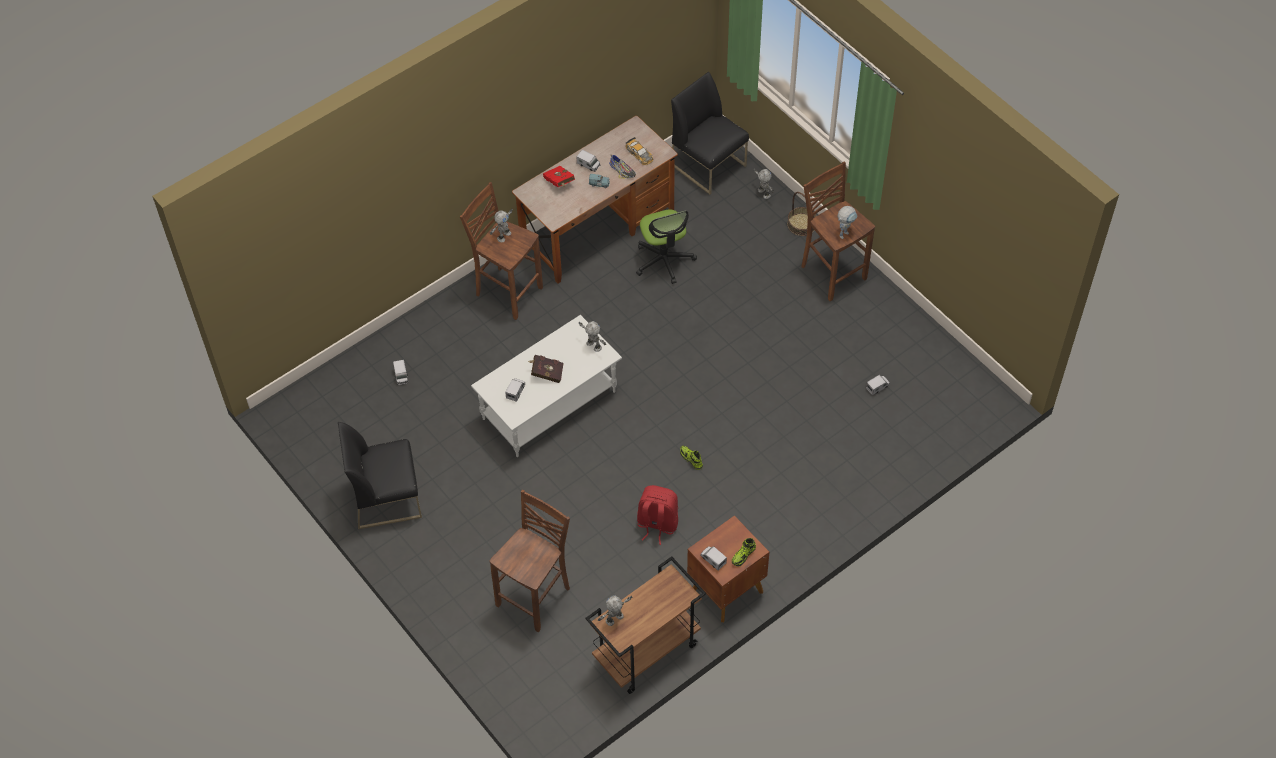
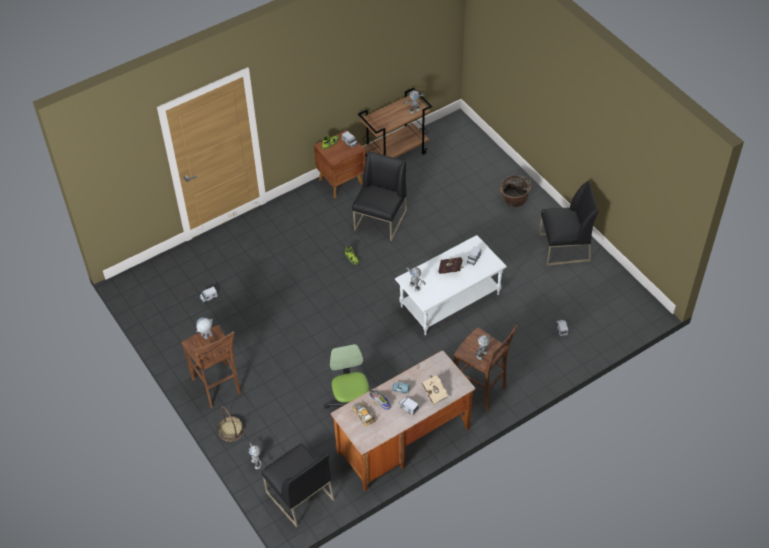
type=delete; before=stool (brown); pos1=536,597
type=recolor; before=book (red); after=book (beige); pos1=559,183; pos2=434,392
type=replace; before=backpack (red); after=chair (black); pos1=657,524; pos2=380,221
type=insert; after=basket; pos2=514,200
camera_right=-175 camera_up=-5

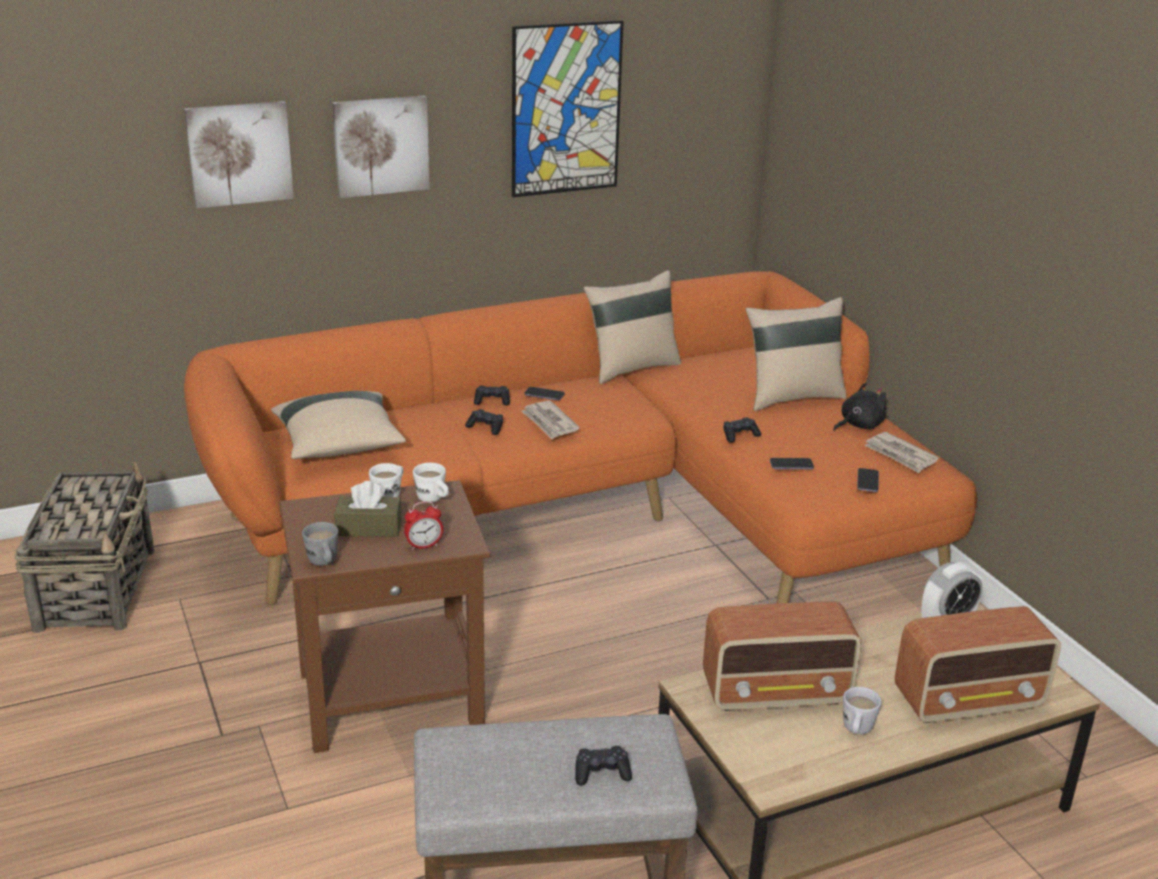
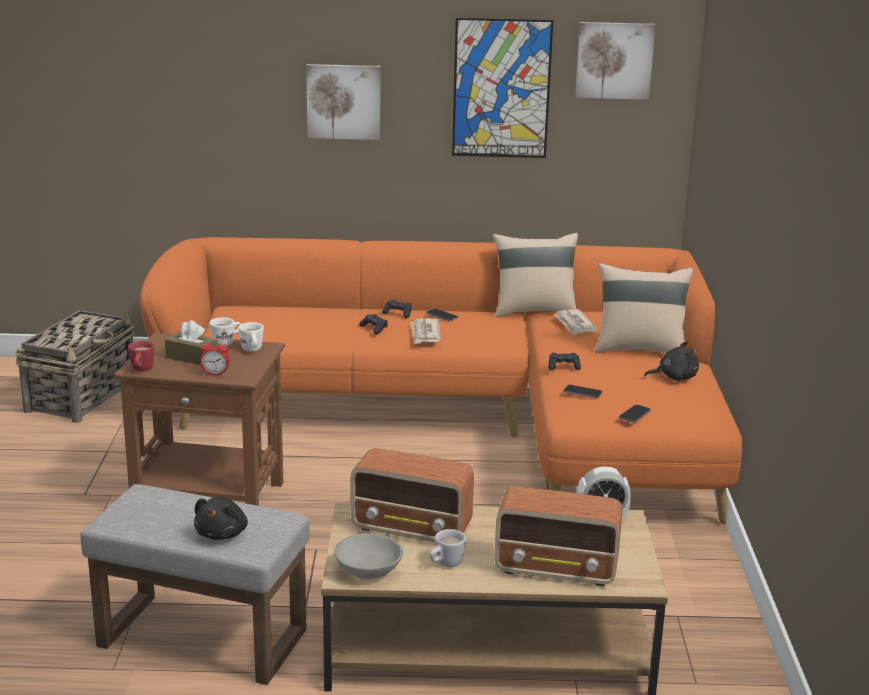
type=move; before=picture; pos1=239,153; pos2=614,60
type=delete; before=pillow (beige); pos1=339,446
type=recolor; before=mug (grey); after=mug (red); pos1=324,563; pos2=141,370
type=replace; before=game controller (black); after=plush toy (black); pos1=601,773; pos2=222,533
type=move; before=newspaper; pos1=900,455; pos2=575,324
type=insert; after=bowl (grey); pos2=368,571
camera_right=25 camera_up=-5

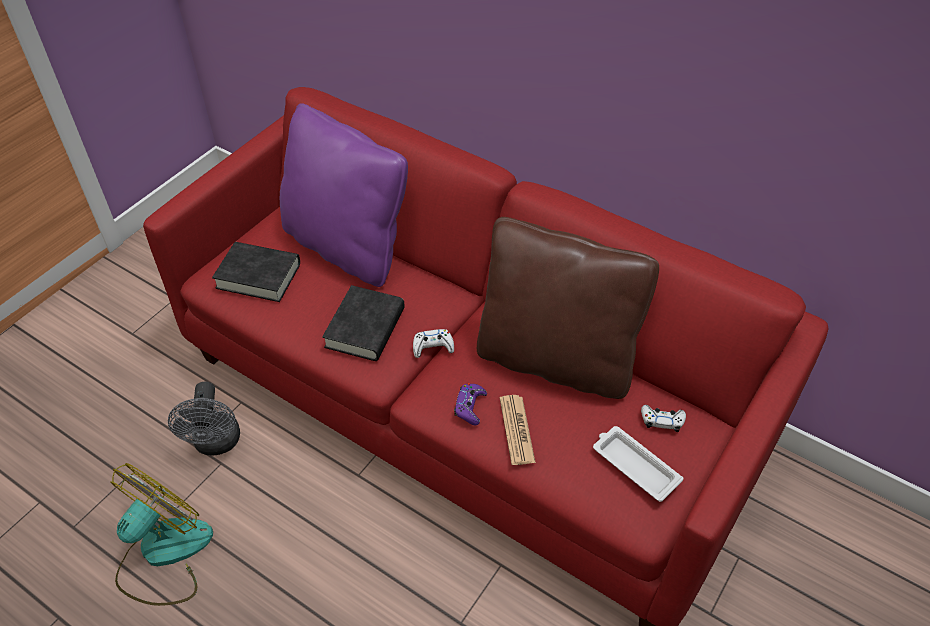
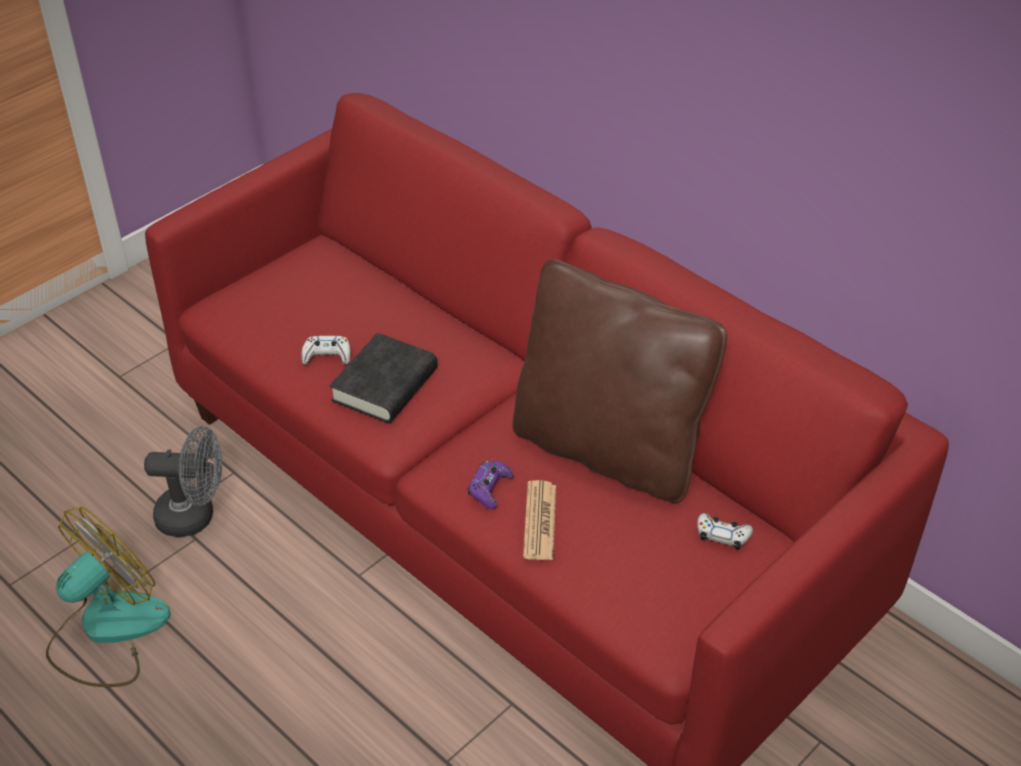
type=rotate; before=fan (grey); pos1=217,444; pos2=195,516; turn=-90
type=delete; before=book (black); pos1=258,276
type=delete; before=pillow (purple); pos1=347,246
type=move; before=game controller (white); pos1=433,347; pos2=327,355
type=delete; before=tray (white); pos1=634,465
camera_right=10 camera_up=-5

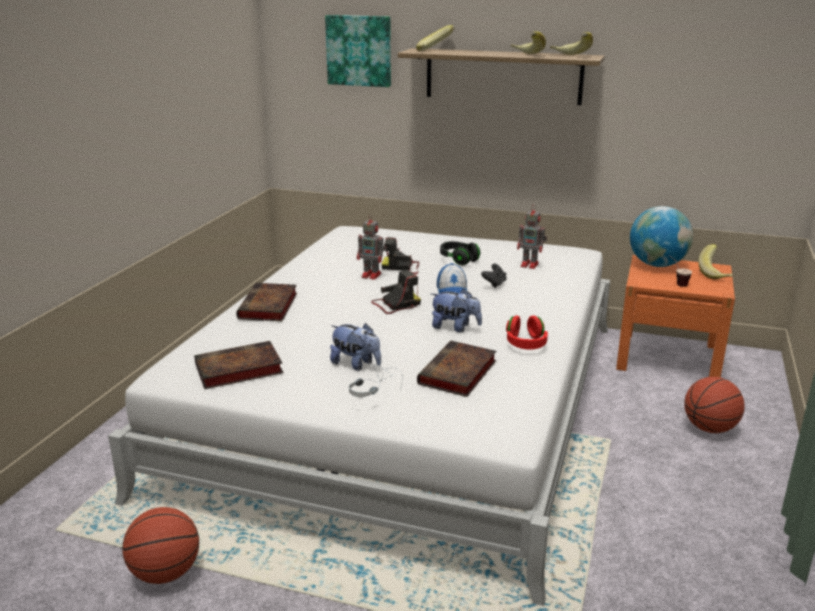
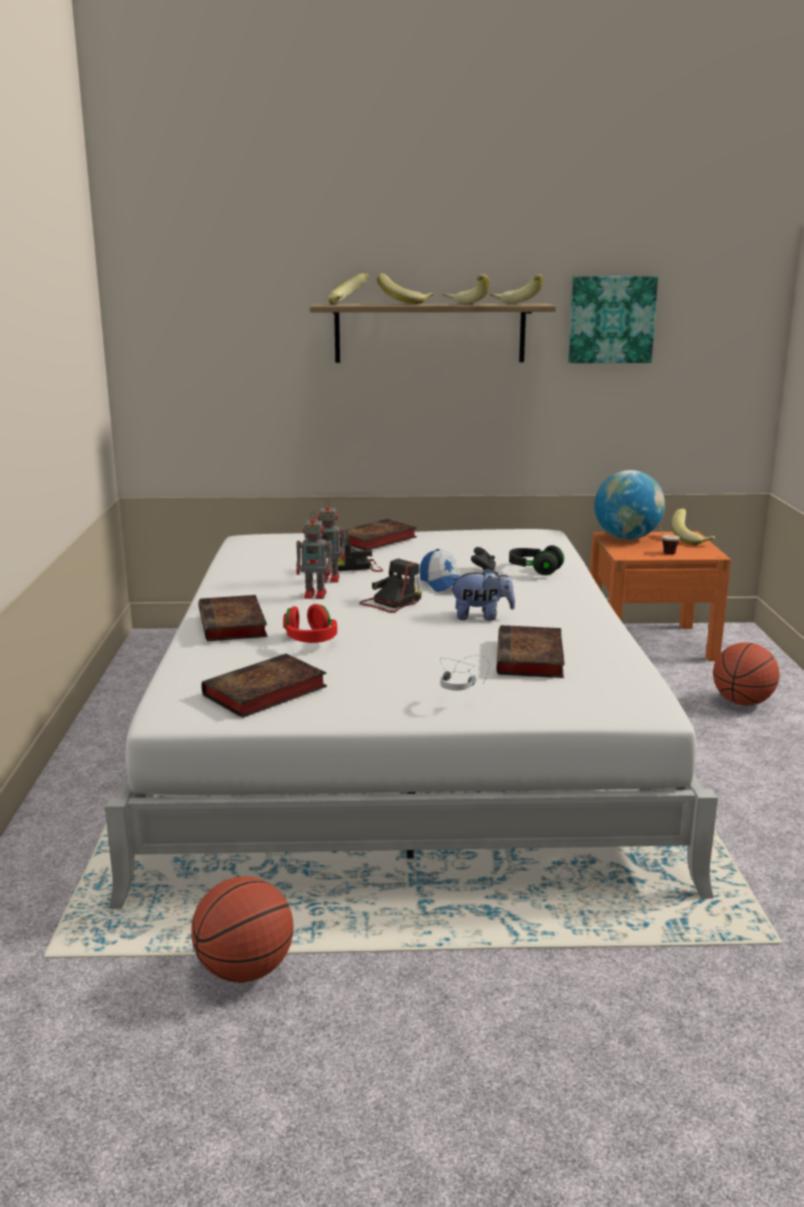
type=move; before=picture; pos1=359,50; pos2=611,319
type=delete; before=plush toy; pos1=356,364
type=move; before=headphones (black); pos1=458,260; pos2=534,570
type=move; before=headphones (red); pos1=525,344; pos2=310,640
type=move; before=toy robot; pos1=530,265; pos2=316,595
type=insert; after=book; pos2=375,540
type=insert; after=banana; pos2=405,303
camera_right=-20 camera_up=-5

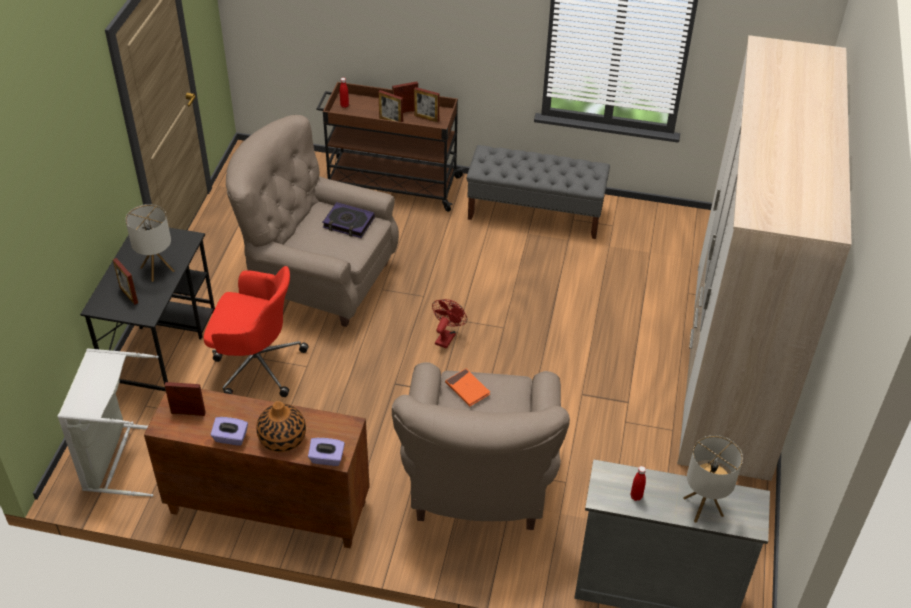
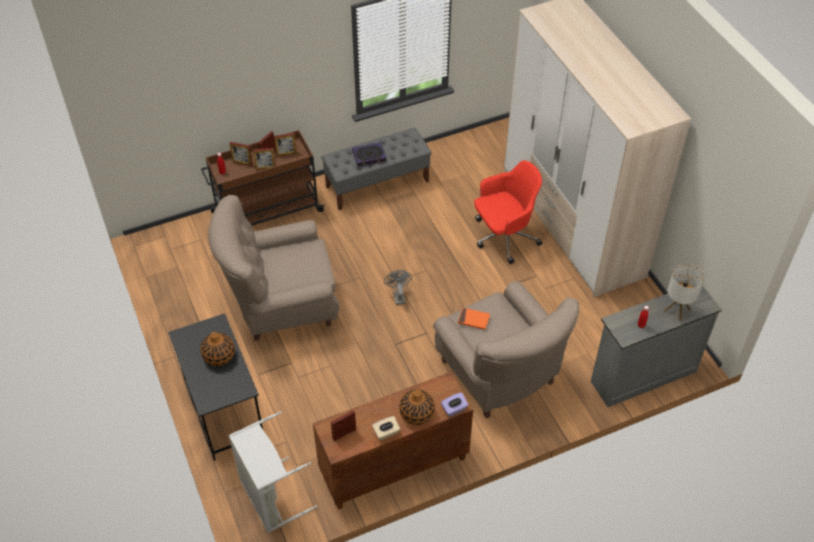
type=move; before=picture frame; pos1=129,295; pos2=242,163
type=replace; before=table lamp; after=vase; pos1=157,269; pos2=219,355
type=move; before=office chair (red); pos1=256,364; pos2=504,237
type=recolor; before=tissue box (purple); after=tissue box (beige); pos1=230,438; pos2=386,433
type=move; before=book; pos1=348,223; pos2=369,157
type=recolor; before=fan (red); after=fan (grey); pos1=446,336; pos2=398,296
camera_right=-35 camera_up=5

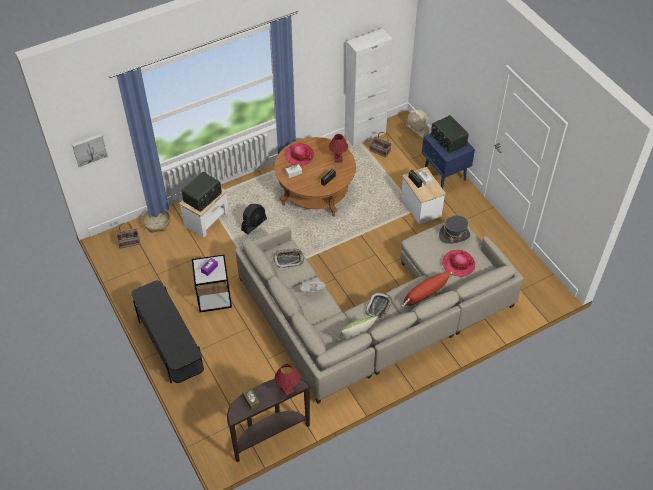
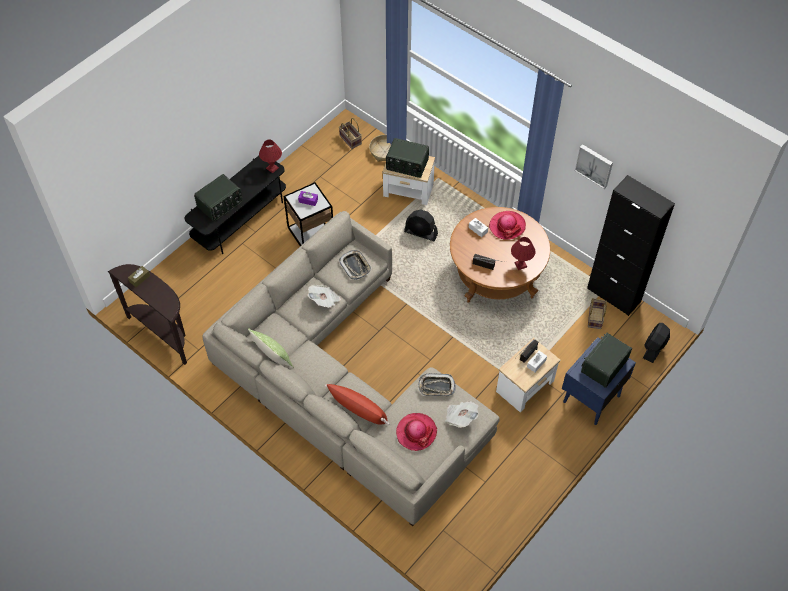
type=move; before=picture; pos1=89,149; pos2=594,165
type=move; before=table lamp (red); pos1=287,390; pos2=272,168
type=recolor; before=cabinet (white); after=cabinet (black); pos1=365,135; pos2=613,295
type=move; before=tray; pos1=378,307; pos2=436,387
type=recolor; before=fan (beige); after=fan (black); pos1=417,130; pos2=654,348
type=replace; before=hat (grey); after=newspaper; pos1=454,235; pos2=460,417
type=insert; after=radio; pos2=220,204
camera_right=70 camera_up=5

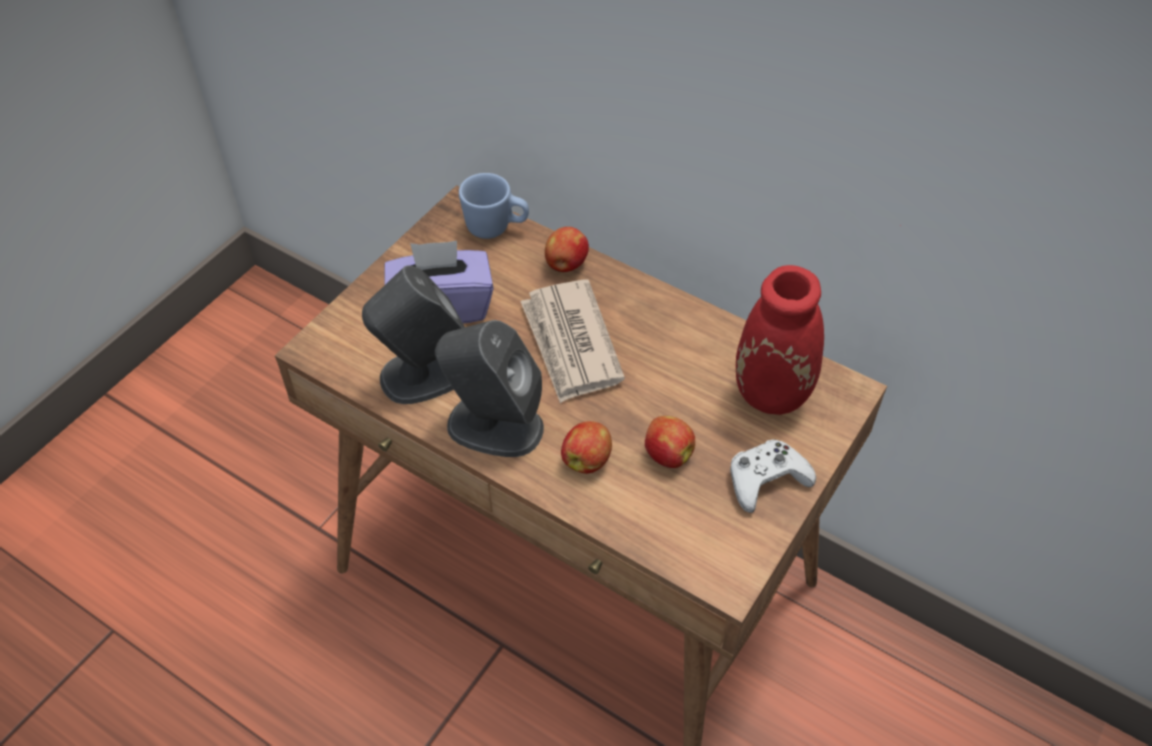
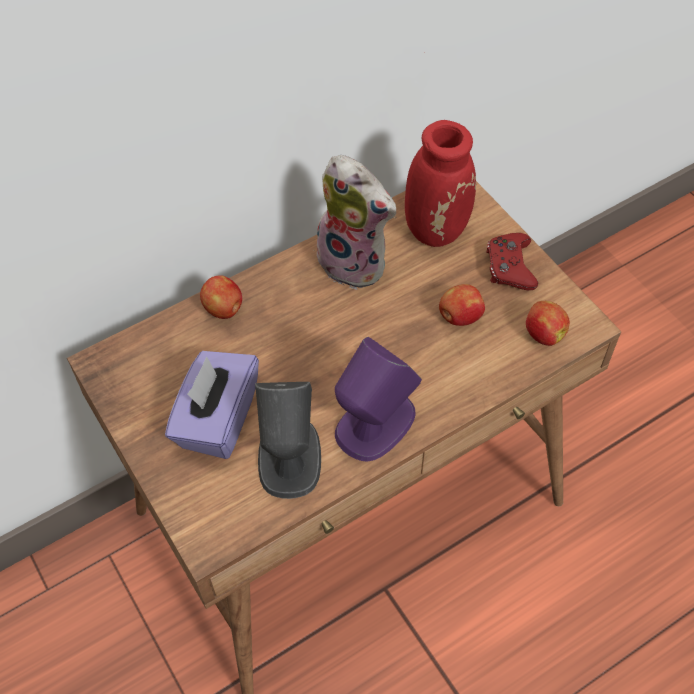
type=recolor; before=speaker (grey); after=speaker (purple); pos1=493,426; pos2=374,424
type=delete; before=mug (blue); pos1=496,228
type=delete; before=newspaper; pos1=571,344
type=move; before=apple; pos1=587,460; pos2=543,333
type=recolor; before=game controller (white); after=game controller (red); pos1=766,480; pos2=510,267
type=insert; after=plush toy; pos2=356,262
camera_right=-65 camera_up=5

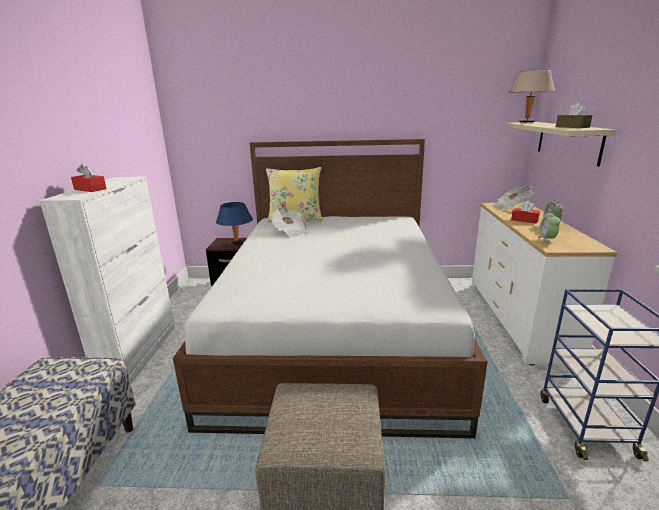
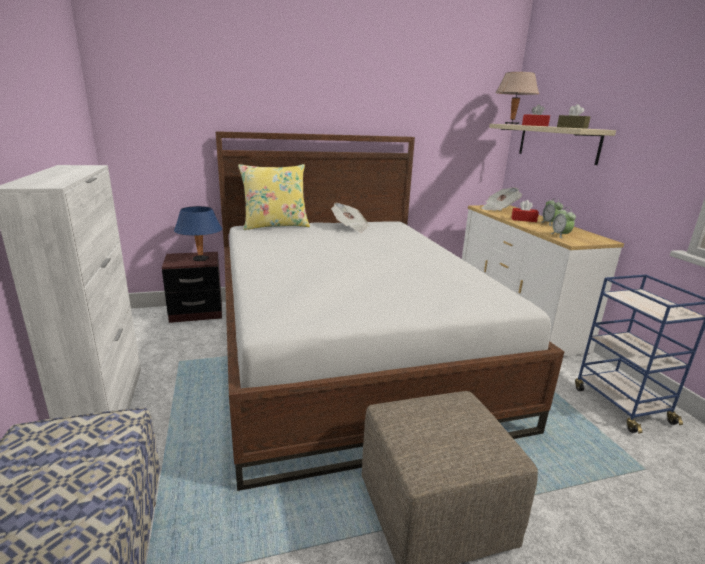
type=move; before=tissue box (red); pos1=90,189; pos2=534,125
type=move; before=newspaper; pos1=289,232; pos2=350,228
camera_right=-20 camera_up=0

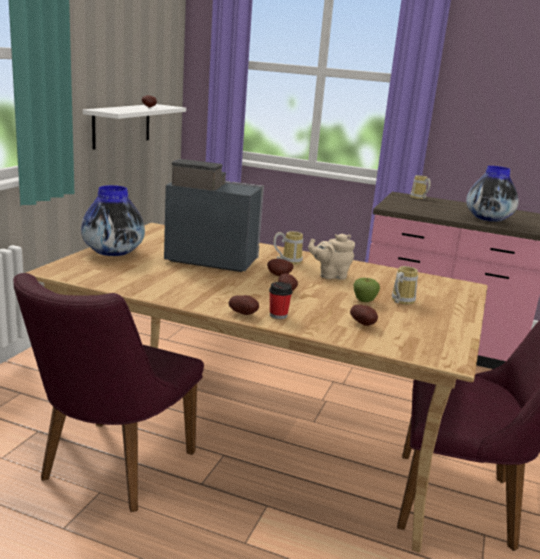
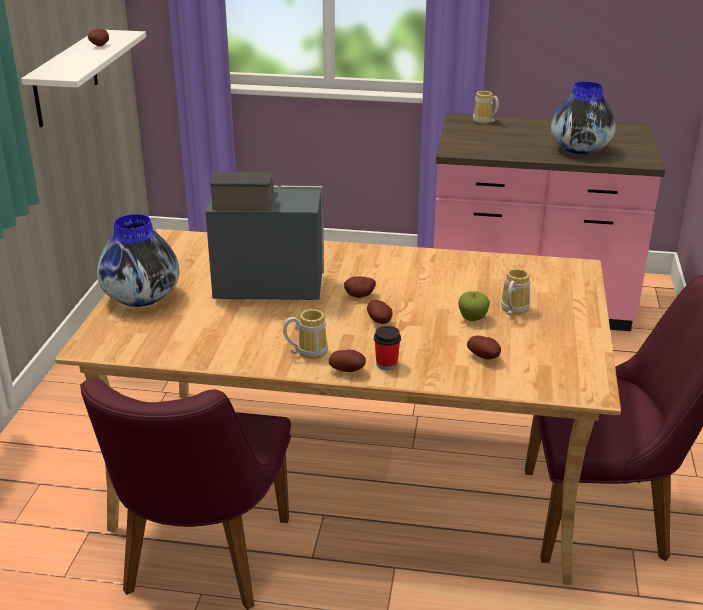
type=move; before=mug; pos1=288,261; pos2=307,351
type=delete; before=teapot (beige); pos1=330,275
camera_right=-10 camera_up=10

